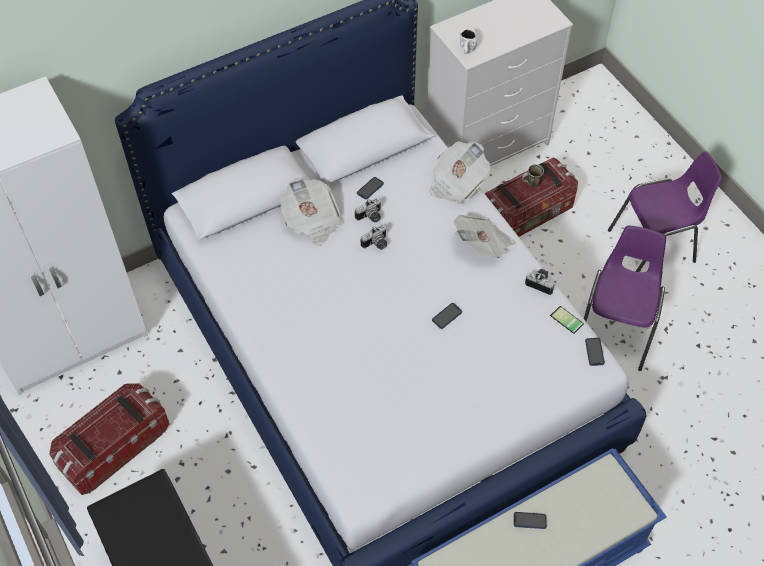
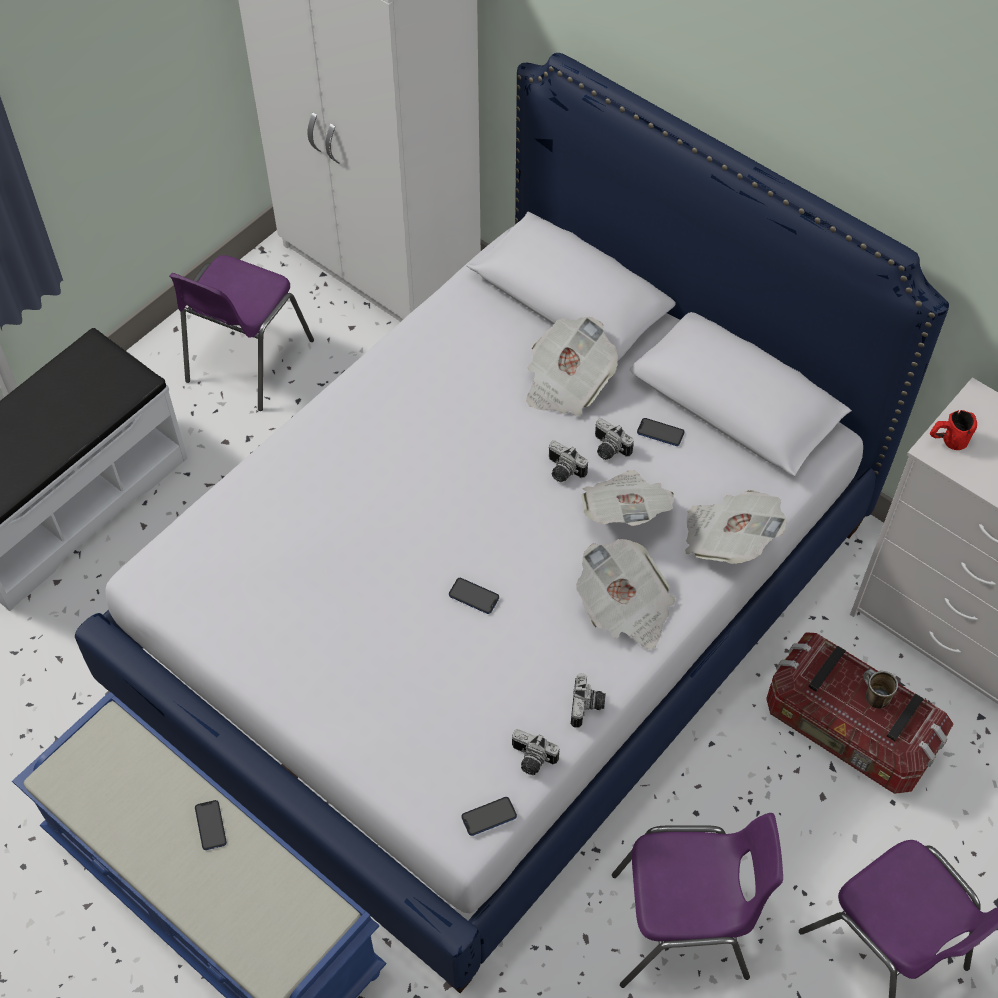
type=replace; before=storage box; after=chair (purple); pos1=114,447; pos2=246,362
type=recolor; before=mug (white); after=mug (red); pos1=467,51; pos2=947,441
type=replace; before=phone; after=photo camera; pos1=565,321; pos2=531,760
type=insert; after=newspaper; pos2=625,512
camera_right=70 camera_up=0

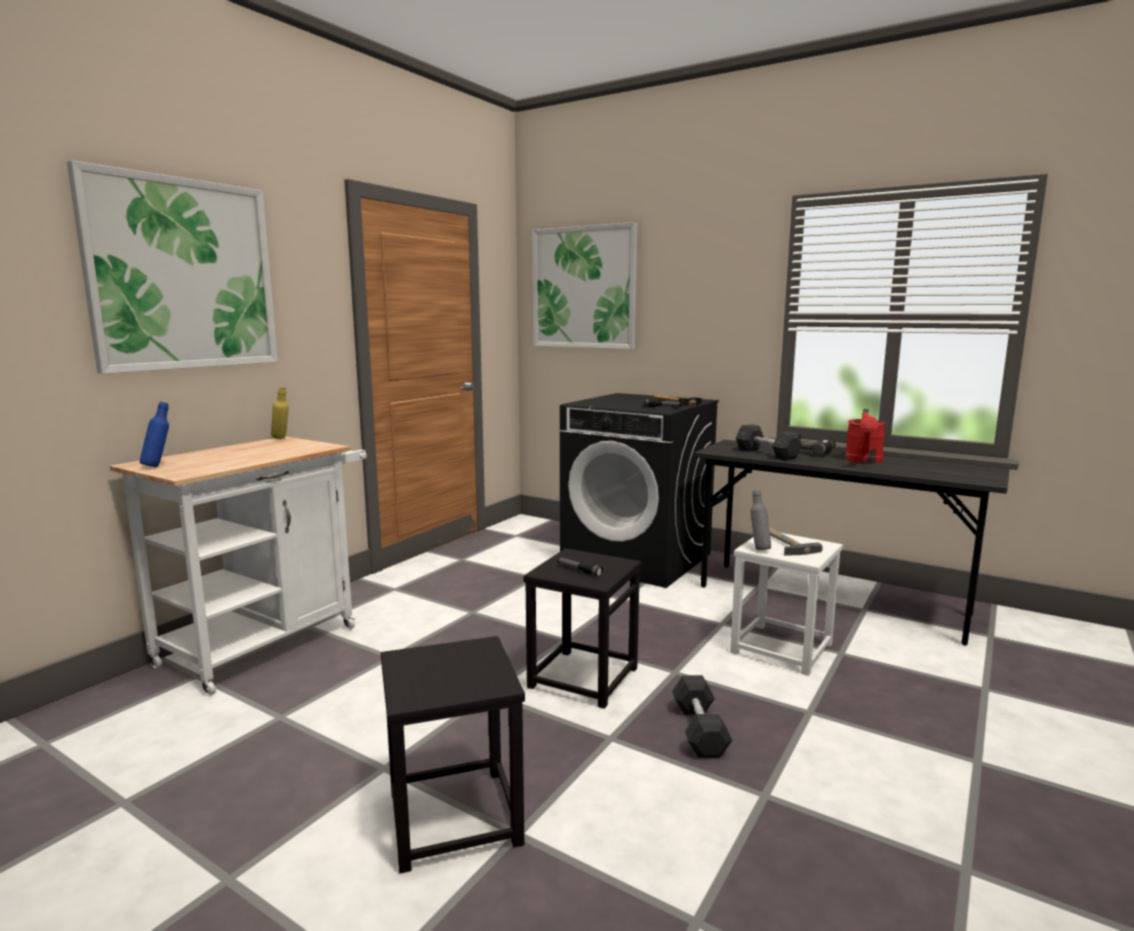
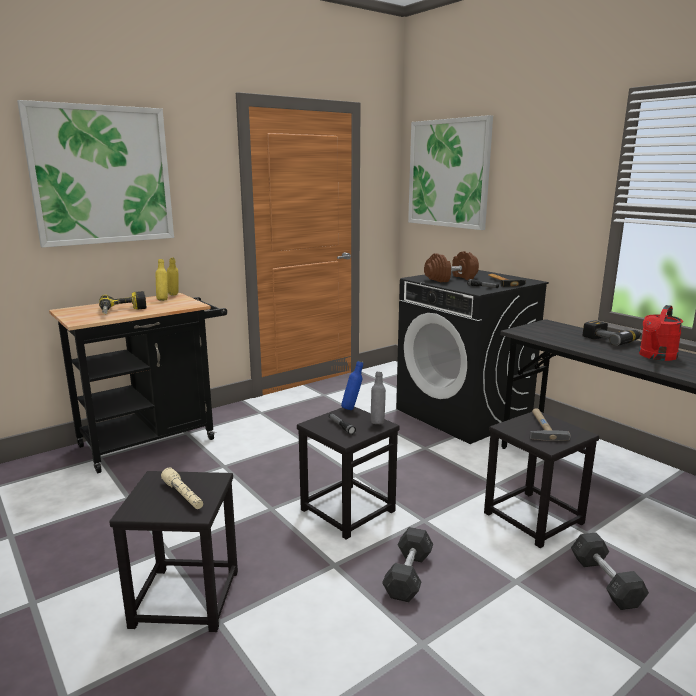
type=recolor; before=cart (white); after=cart (black); pos1=269,641; pos2=155,440
type=move; before=bottle (blue); pos1=158,466; pos2=352,408
type=recolor; before=stool (white); after=stool (black); pos1=781,649; pos2=532,518
type=move; before=dumbbell (grey); pos1=767,453; pos2=605,582
type=move; before=bottle (grey); pos1=758,548; pos2=377,422
type=insert; after=power drill; pos2=123,311
type=insert; after=bottle (yellow); pos2=163,300
type=insert; after=flashlight (beige); pos2=183,495
type=insert; after=dumbbell (brown); pos2=451,279
camera_right=20 camera_up=5

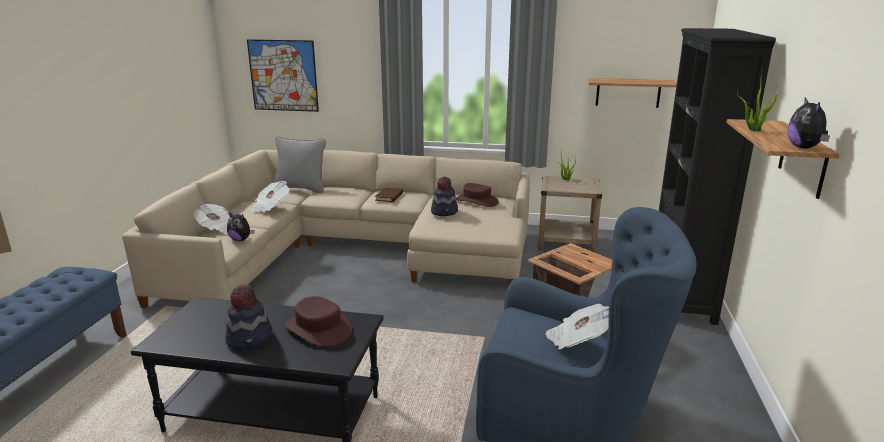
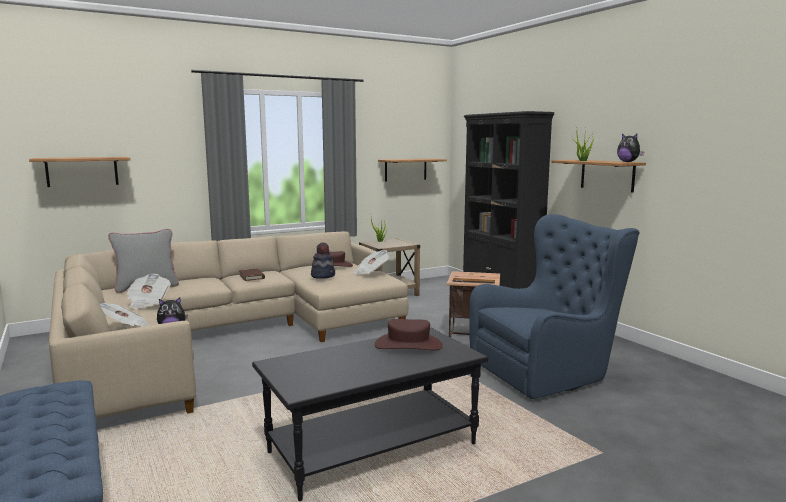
type=delete; before=hat; pos1=250,339
type=replace; before=picture; after=shelf; pos1=283,75; pos2=82,171
type=move; before=newspaper; pos1=577,340; pos2=371,272
camera_right=-40 camera_up=-10

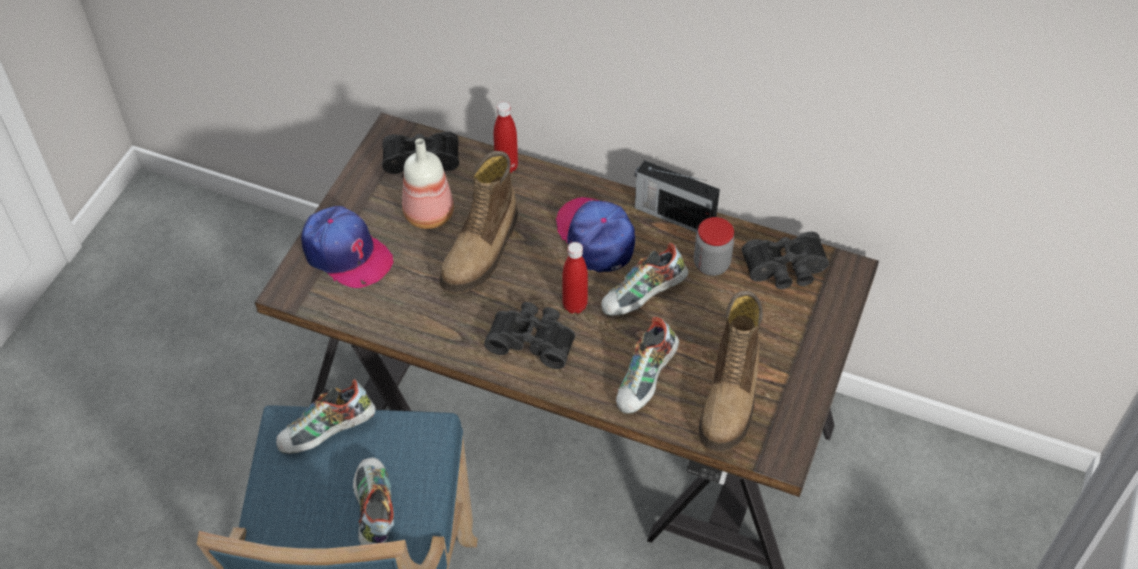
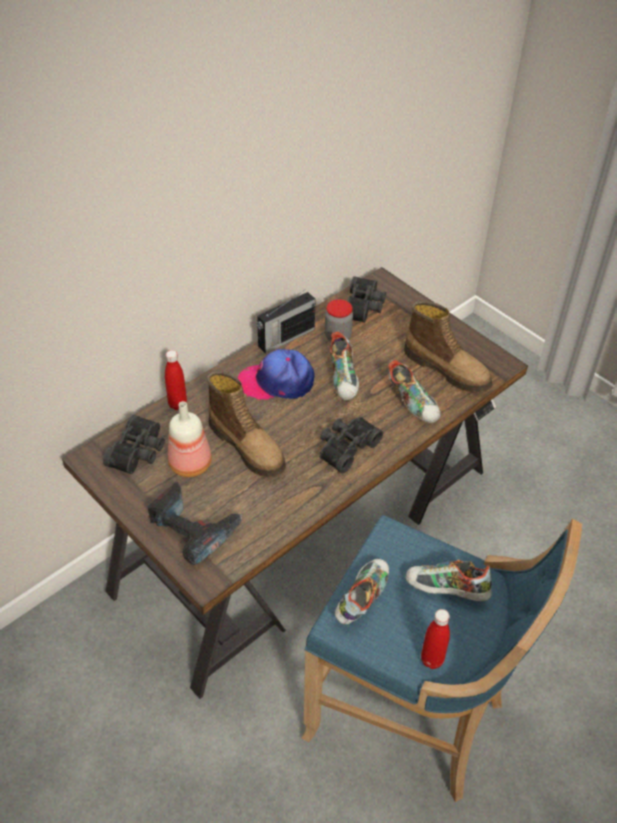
type=rotate; before=shoe; pos1=327,434; pos2=362,598; turn=-150
type=replace; before=cap; after=power drill; pos1=346,254; pos2=194,528
type=move; before=bottle (red); pos1=575,305; pos2=432,660
camera_right=-65 camera_up=-5

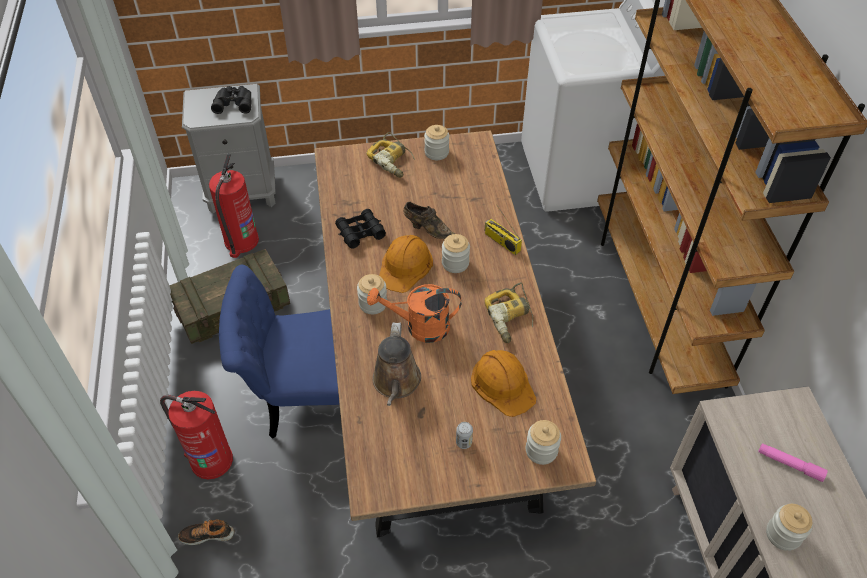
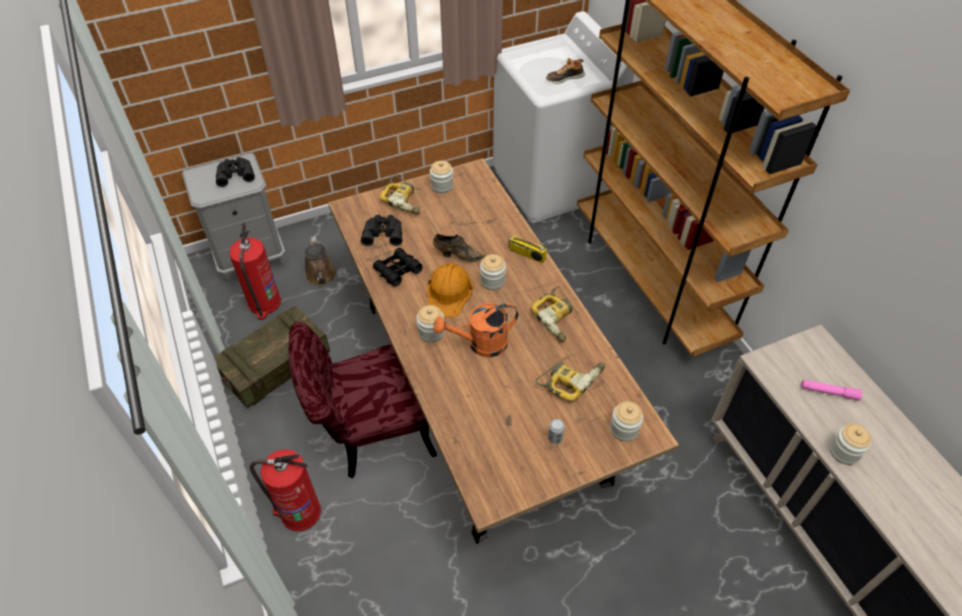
type=move; before=shoe; pos1=207,534; pos2=564,78
type=recolor; before=chair (blue); after=chair (red); pos1=304,398; pos2=370,434
type=move; before=watering can (brown); pos1=396,383; pos2=321,276
type=replace; before=hard hat (orange); after=power drill; pos1=503,384; pos2=571,378
type=insert; after=binoculars (black); pos2=383,232
camera_right=-15 camera_up=0

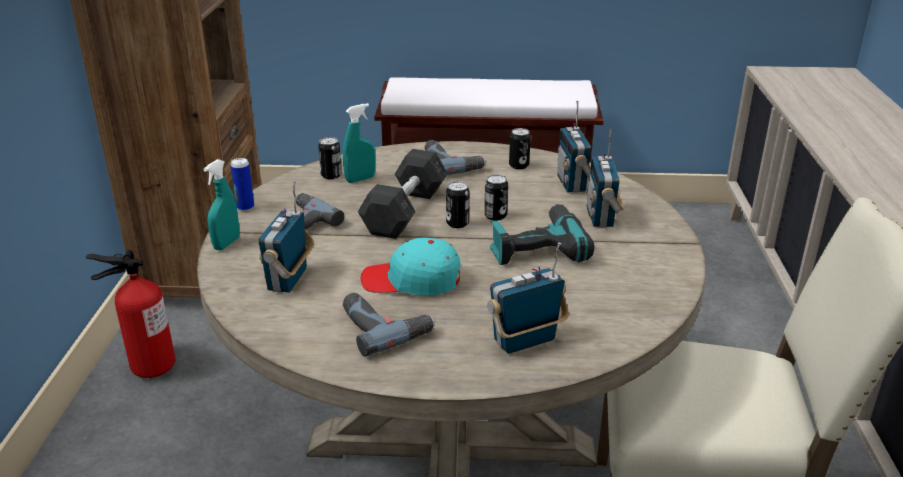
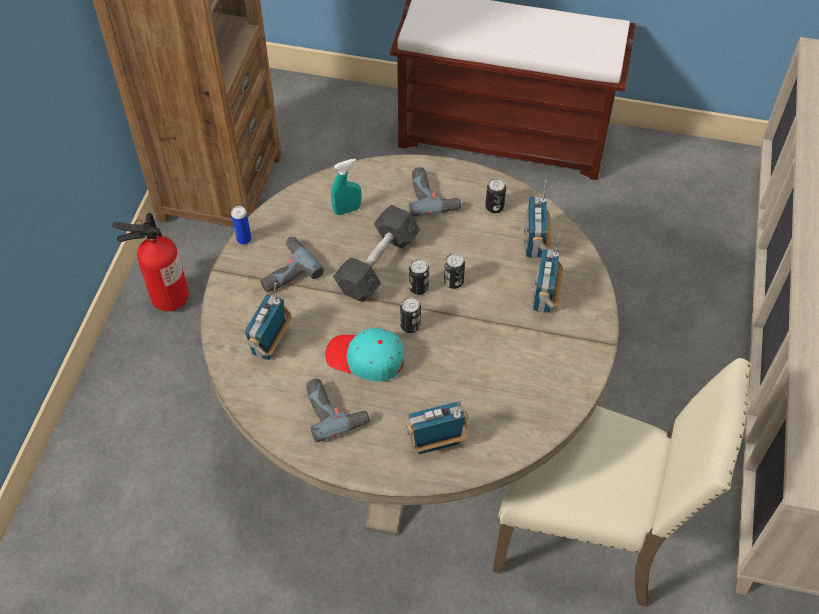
type=delete; before=spray bottle (turquoise); pos1=226,244
type=move; before=can; pos1=331,175; pos2=410,326
type=delete; before=power drill; pos1=536,247
camera_right=10 camera_up=25

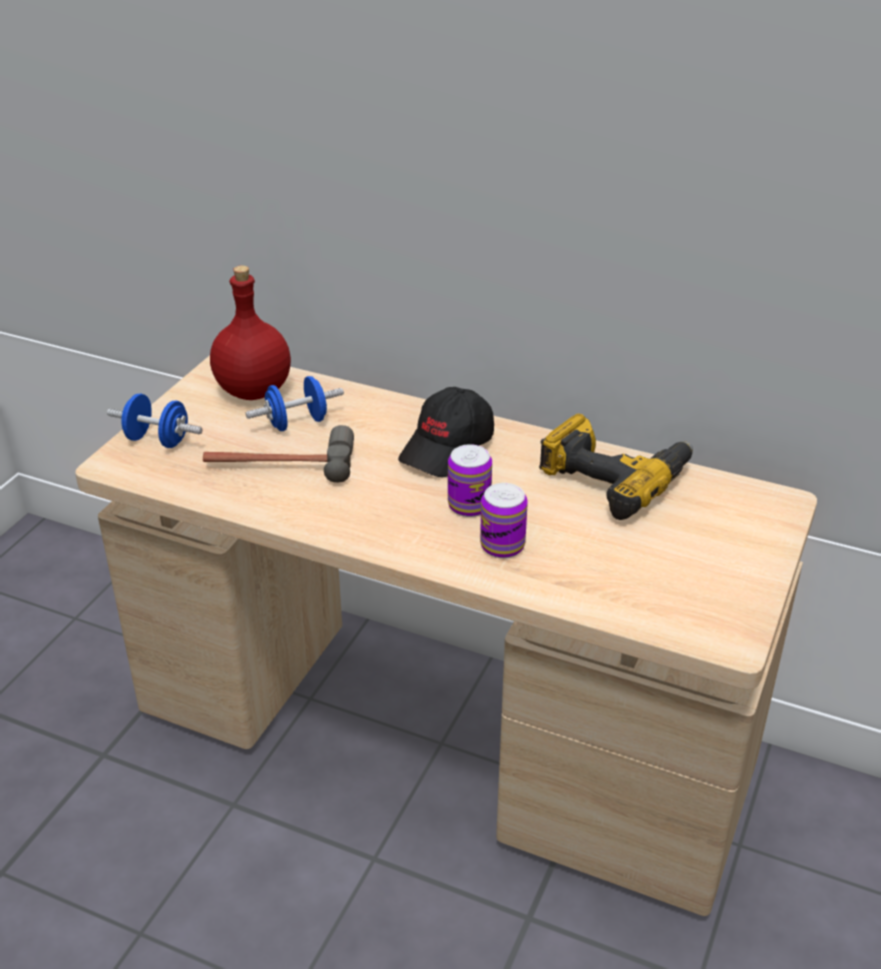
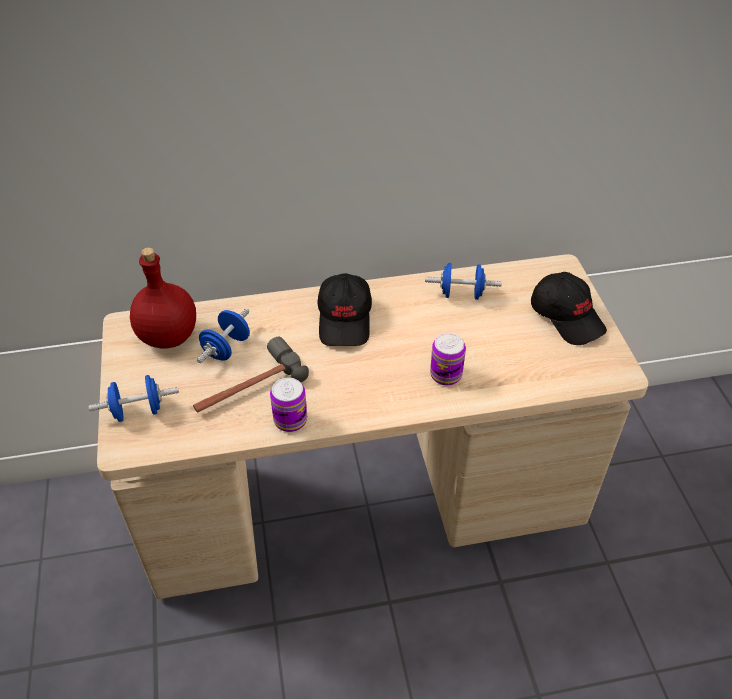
type=move; before=can; pos1=469,505; pos2=290,420
type=replace; before=power drill; after=dumbbell (blue); pos1=614,477; pos2=461,294
type=insert; after=cap (black); pos2=567,317
camera_right=-35 camera_up=10

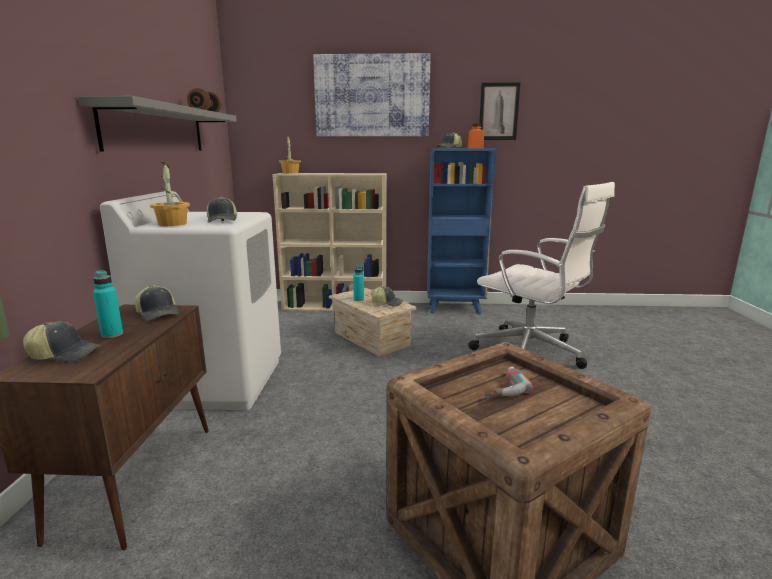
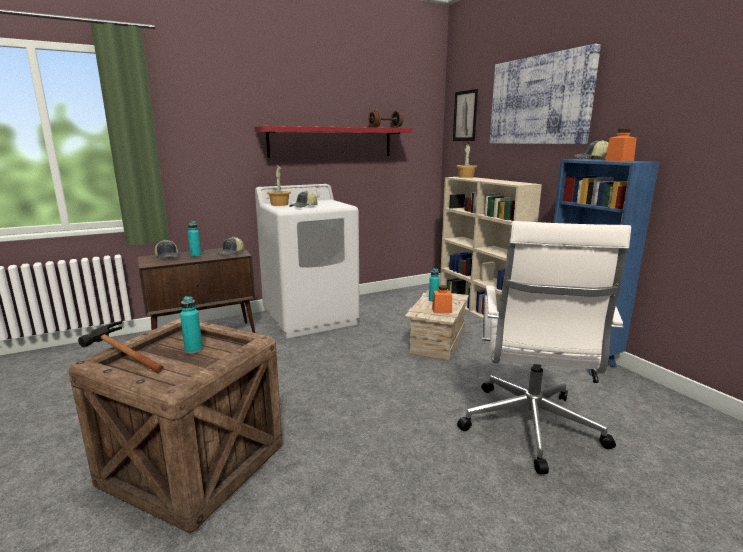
type=recolor; before=shelf (grey); after=shelf (red); pos1=157,129; pos2=331,142
type=replace; before=cap; after=jar (orange); pos1=387,303; pos2=442,310
type=move; before=picture; pos1=498,111; pos2=465,116
type=replace; before=power drill; after=bottle (turquoise); pos1=499,387; pos2=193,350
type=insert; after=hammer; pos2=120,361
camera_right=60 camera_up=0

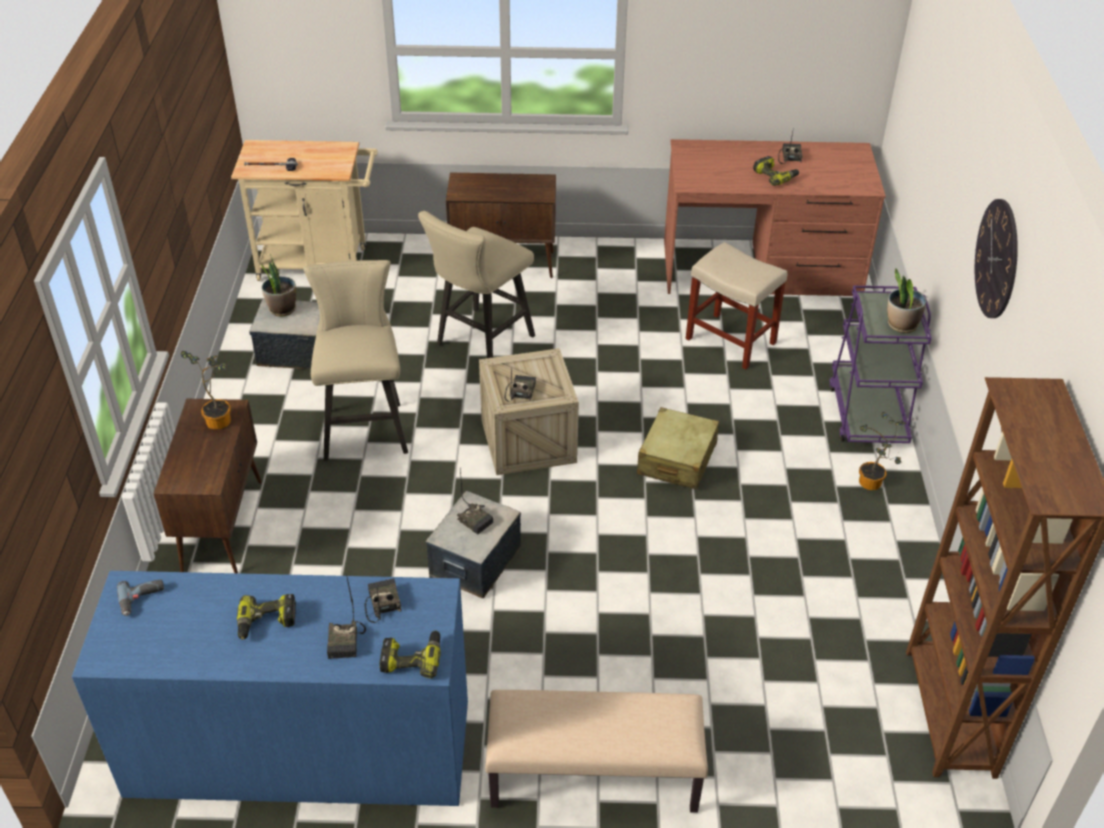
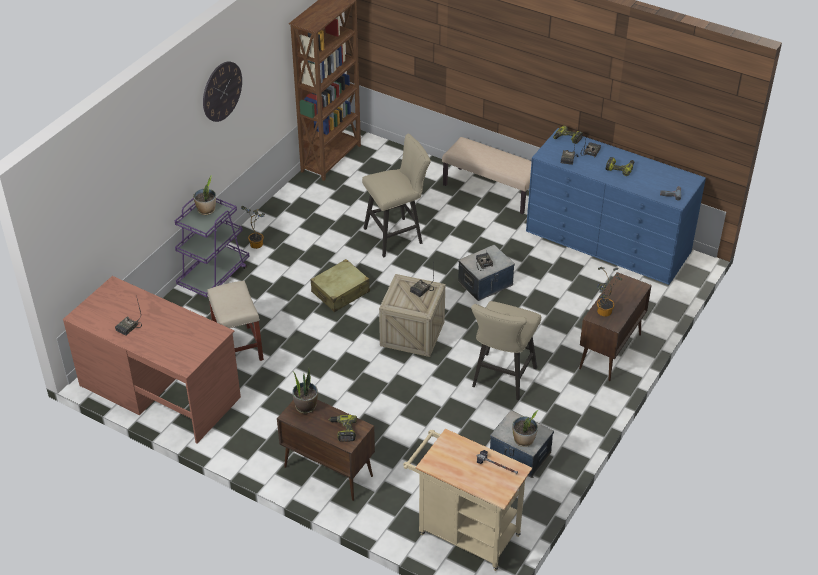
type=move; before=stool (beige); pos1=480,343; pos2=397,235
type=move; before=power drill; pos1=775,176; pos2=343,430
type=insert; after=potted plant; pos2=306,406
camera_right=-150 camera_up=0

